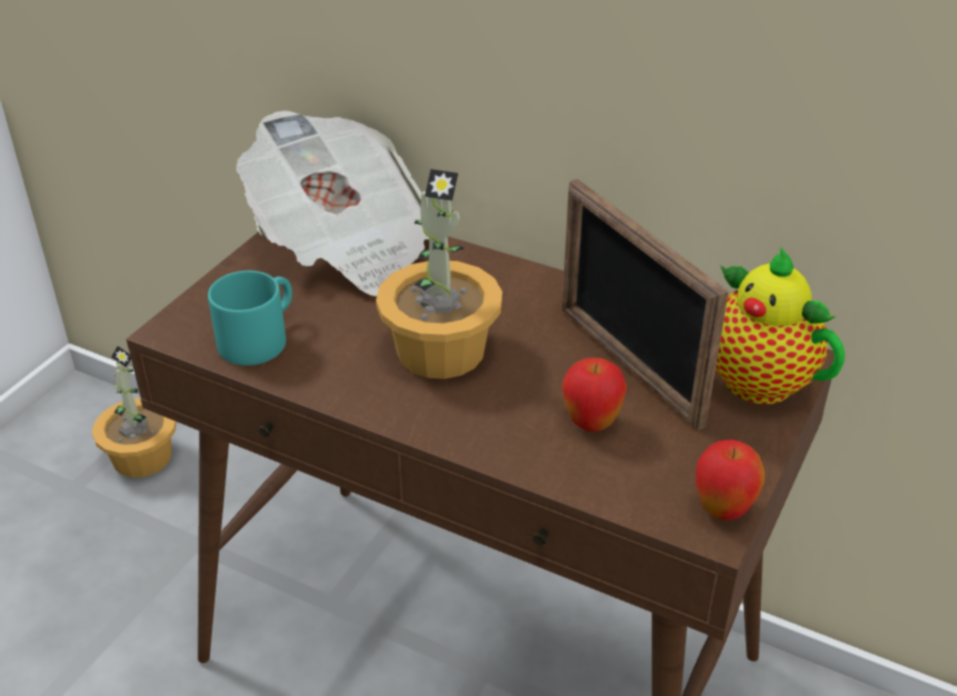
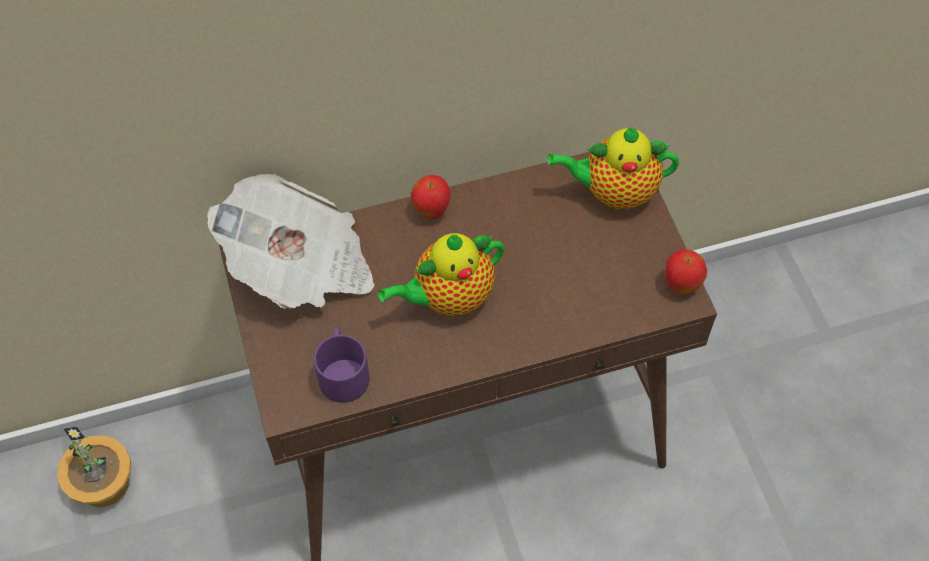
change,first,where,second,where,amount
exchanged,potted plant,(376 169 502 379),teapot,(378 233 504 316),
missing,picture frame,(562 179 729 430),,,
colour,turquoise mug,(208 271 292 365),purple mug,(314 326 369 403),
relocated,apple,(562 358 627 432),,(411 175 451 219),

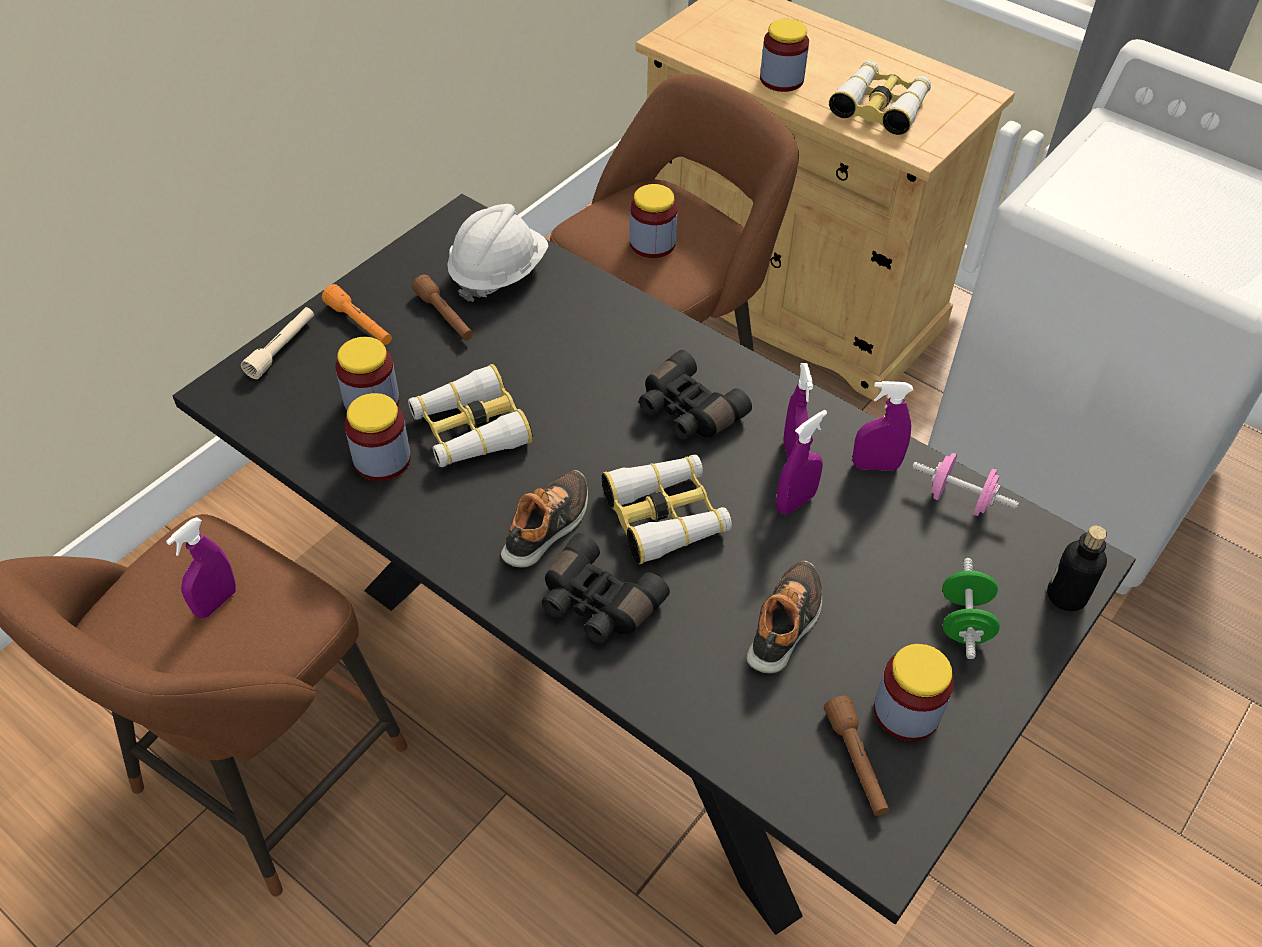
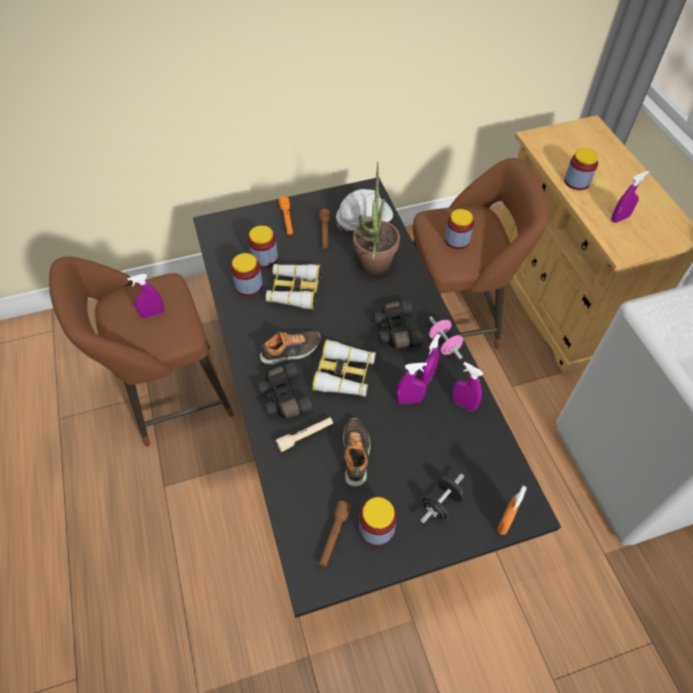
change,first,where,second,where,amount
exchanged,binoculars,(829 61 931 135),purple spray bottle,(611 171 649 223),
relocated,beige flashlight,(241 307 314 379),,(276 417 333 452),
relocated,pink dumbbell,(912 453 1019 516),,(429 316 463 359),
exchanged,bottle,(1047 526 1107 611),orange spray bottle,(497 486 527 535),
colour,green dumbbell,(942 558 1000 659),black dumbbell,(420 474 464 524),
spun,shoe,(747 561 822 674),,(343 418 371 487),60 degrees counterclockwise
appeared,,,potted plant,(353 161 400 276),

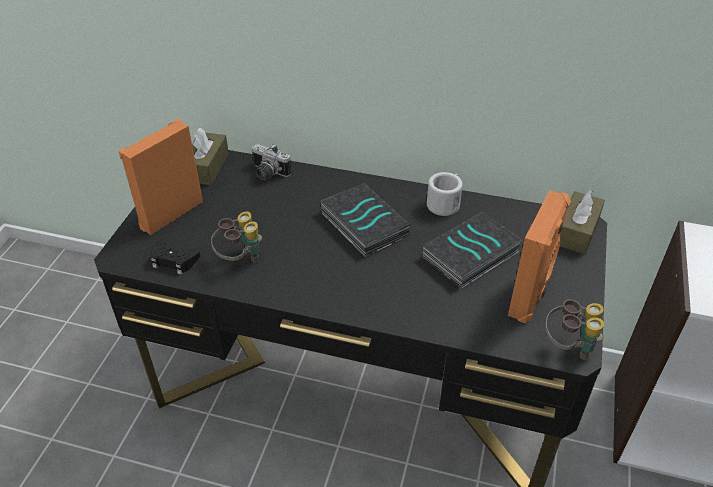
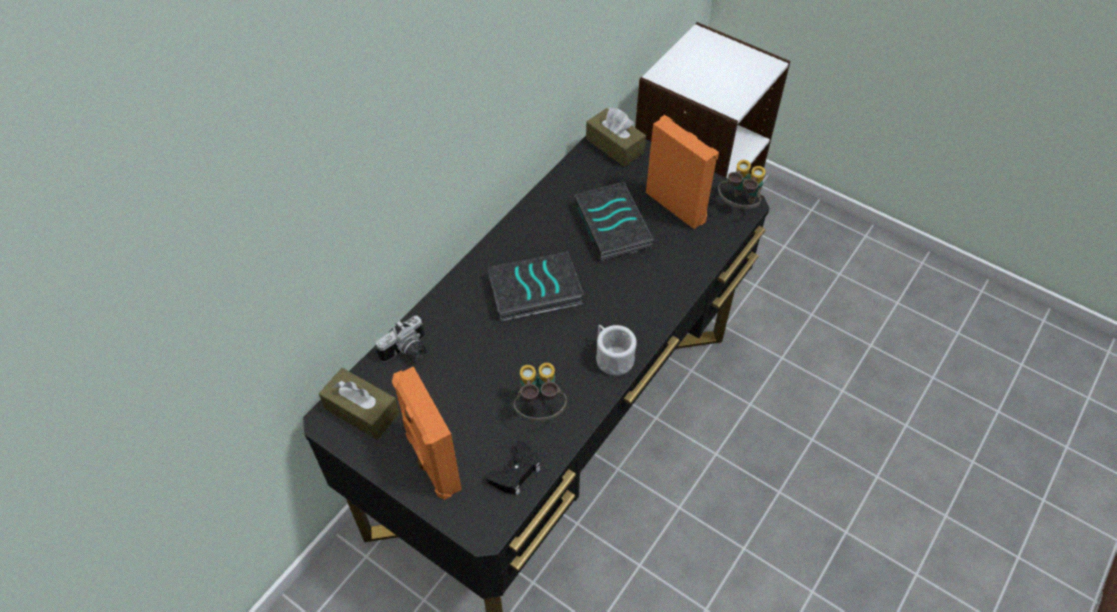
change,first,where,second,where,amount
relocated,white mug,(427 172 463 216),,(596 325 637 376),

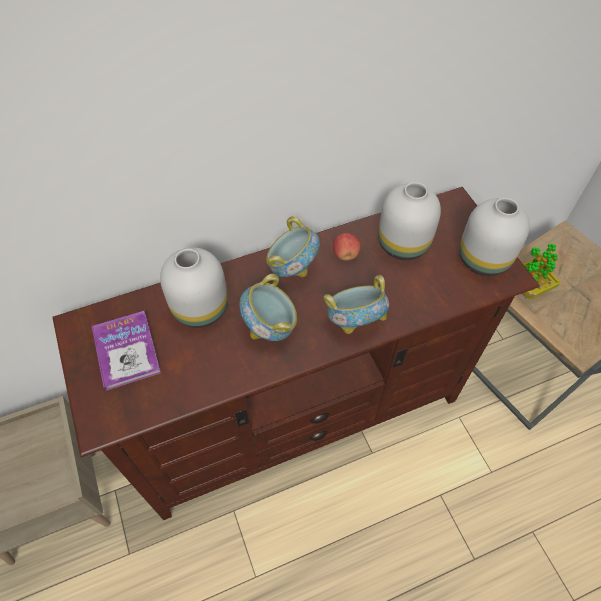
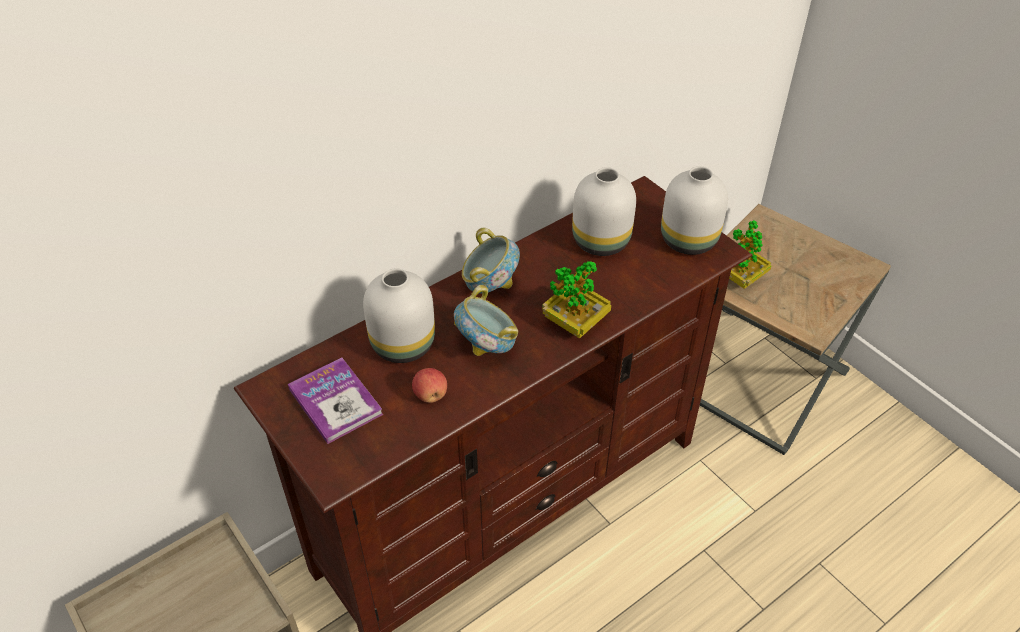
change,first,where,second,where,amount
relocated,apple,(333 233 361 261),,(412 368 447 403),
exchanged,bowl,(323 275 389 334),potted plant,(542 261 611 339),

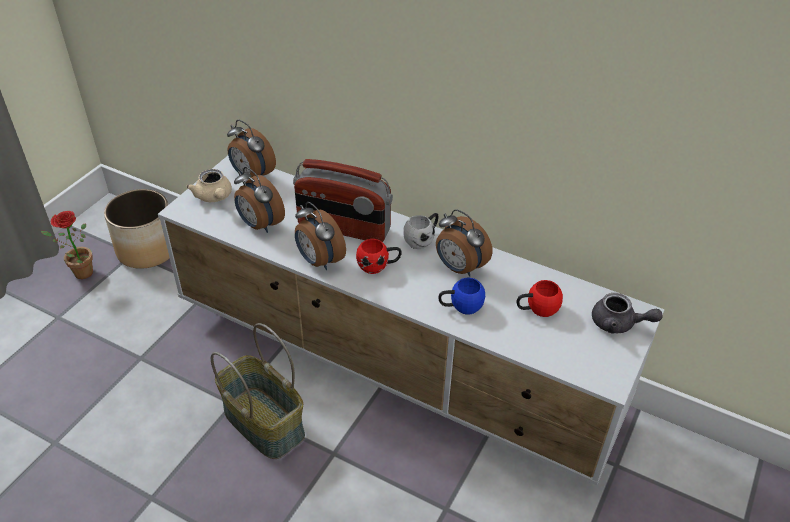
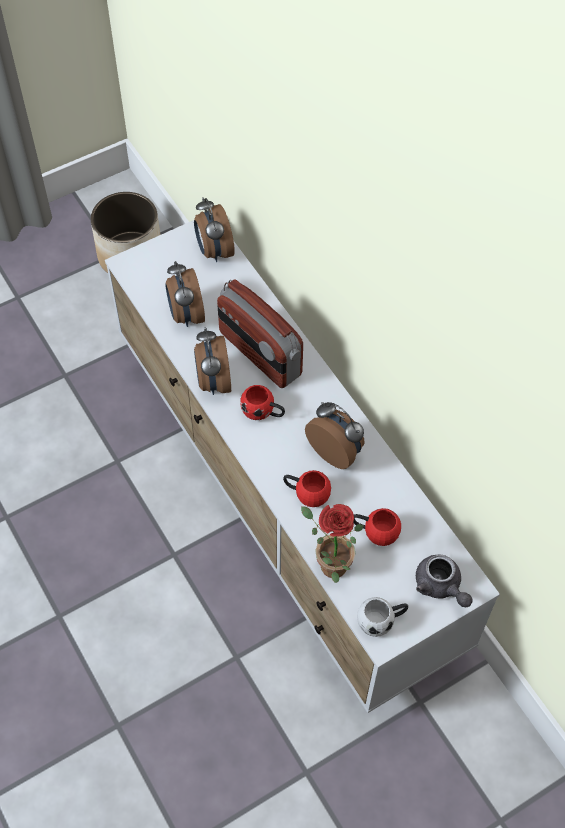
change,first,where,second,where,amount
missing,beige teapot,(186 169 232 202),,,
spun,alarm clock,(436 209 492 276),,(305 402 364 469),150 degrees clockwise
relocated,potted plant,(41 211 93 279),,(301 504 363 583),
relocated,white mug,(403 213 438 249),,(357 597 408 637),
colour,blue mug,(438 278 485 315),red mug,(283 470 331 507),
missing,basket,(211 323 305 459),,,

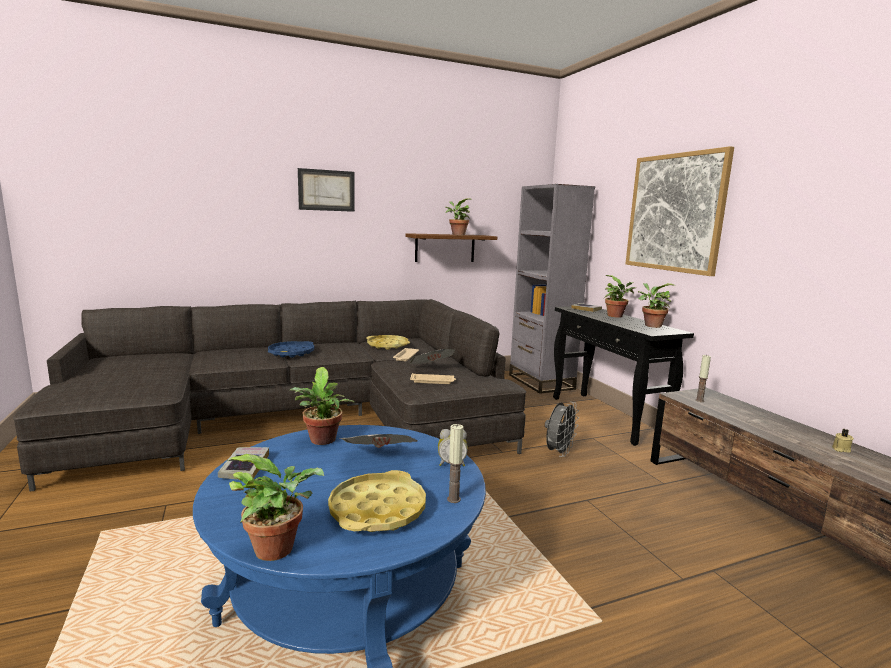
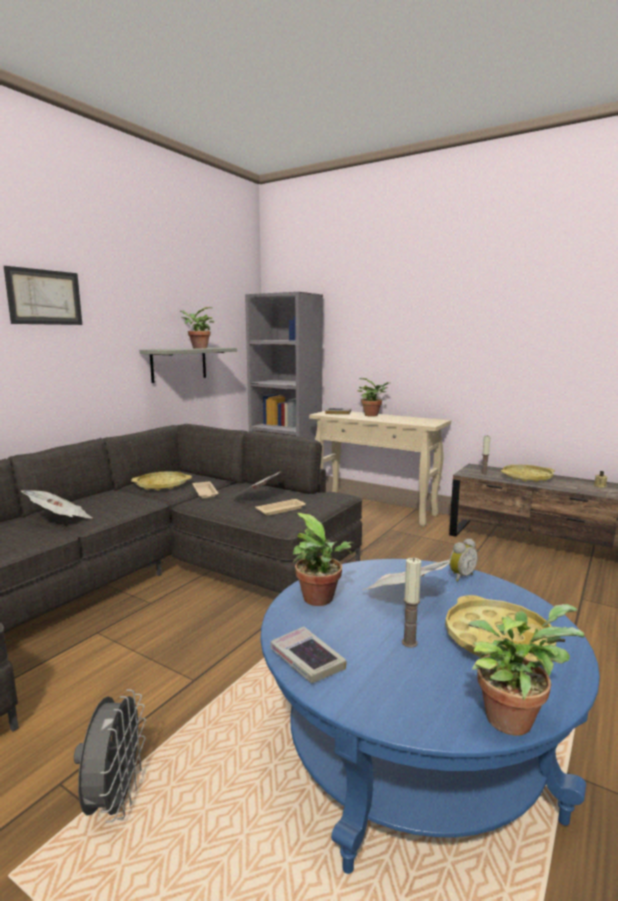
change,first,where,second,where,amount
missing,picture,(625 146 734 276),,,
colour,brown shelf,(405 233 497 262),grey shelf,(139 347 237 383),
missing,potted plant,(638 283 674 328),,,
colour,black console table,(553 306 694 446),beige console table,(309 411 451 527),
exchanged,blue tray,(268 341 314 358),newspaper,(21 490 92 518),
relocated,grey fan,(545 402 579 457),,(74 689 146 823),
relocated,candle,(447 424 463 503),,(402 558 421 648),
appeared,,,yellow tray,(501 465 555 482),

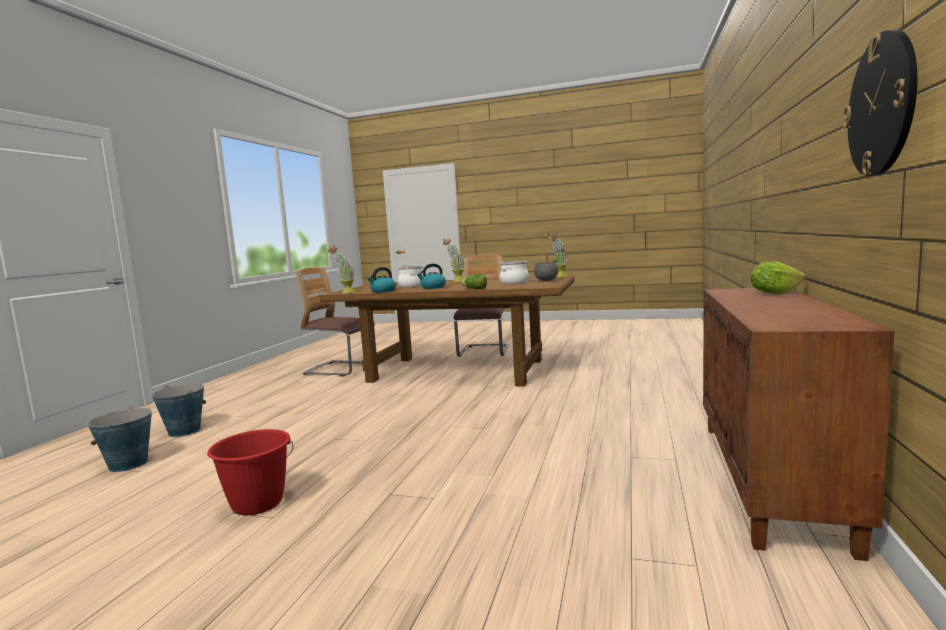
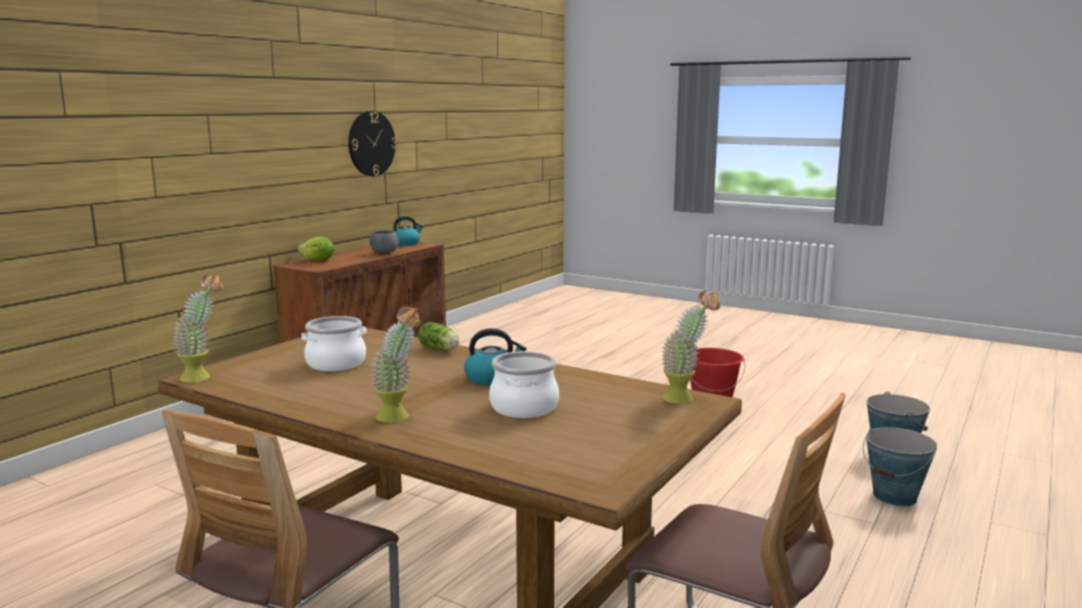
change,first,where,second,where,amount
relocated,grey bowl,(534 263 558 281),,(369 230 399 254),
relocated,kettle,(367 267 396 293),,(393 216 423 246),

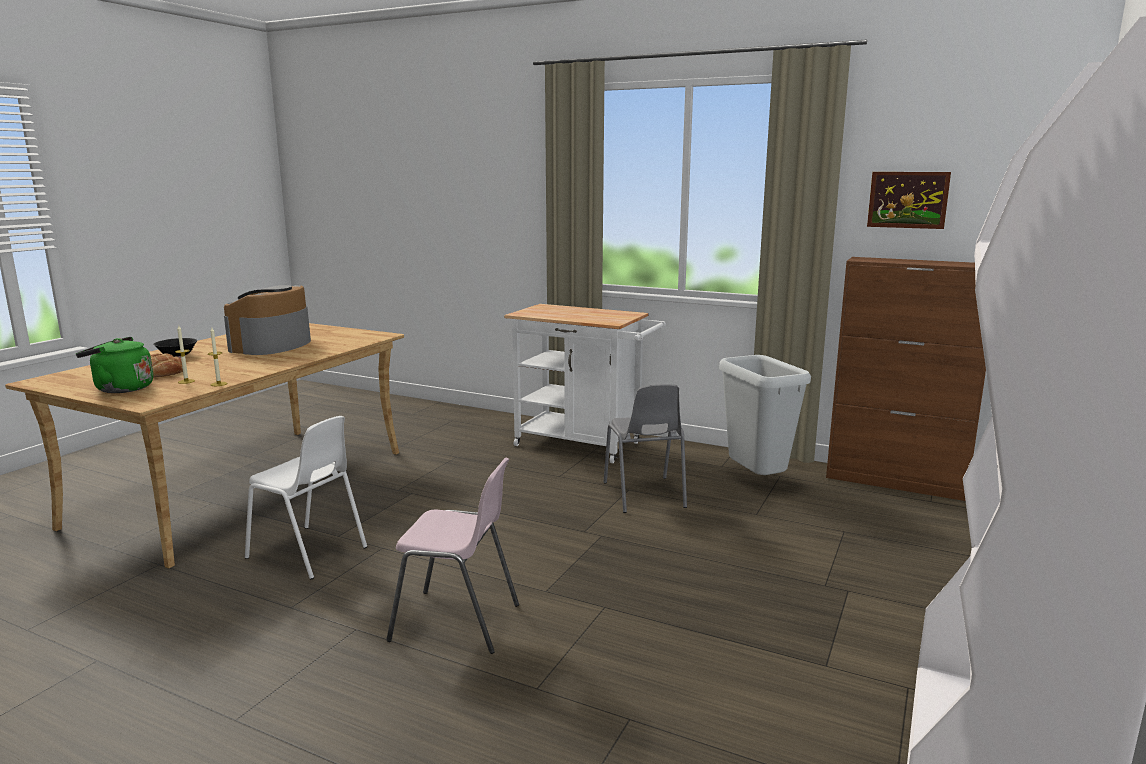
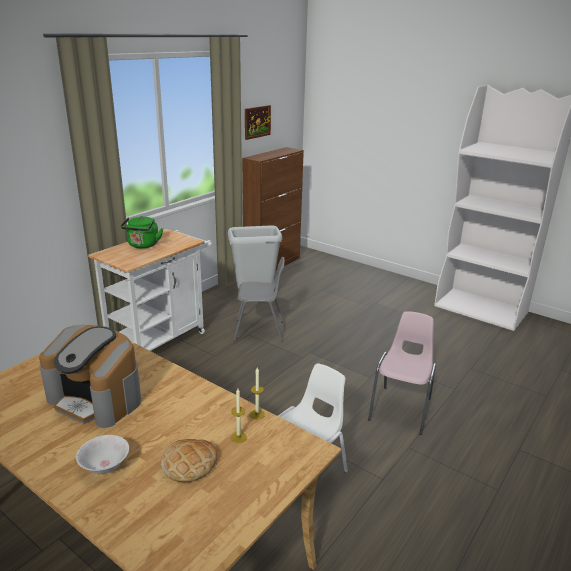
change,first,where,second,where,amount
relocated,green kettle,(76 337 153 393),,(121 216 163 248),
colour,black bowl,(153 338 197 358),white bowl,(76 435 129 474),

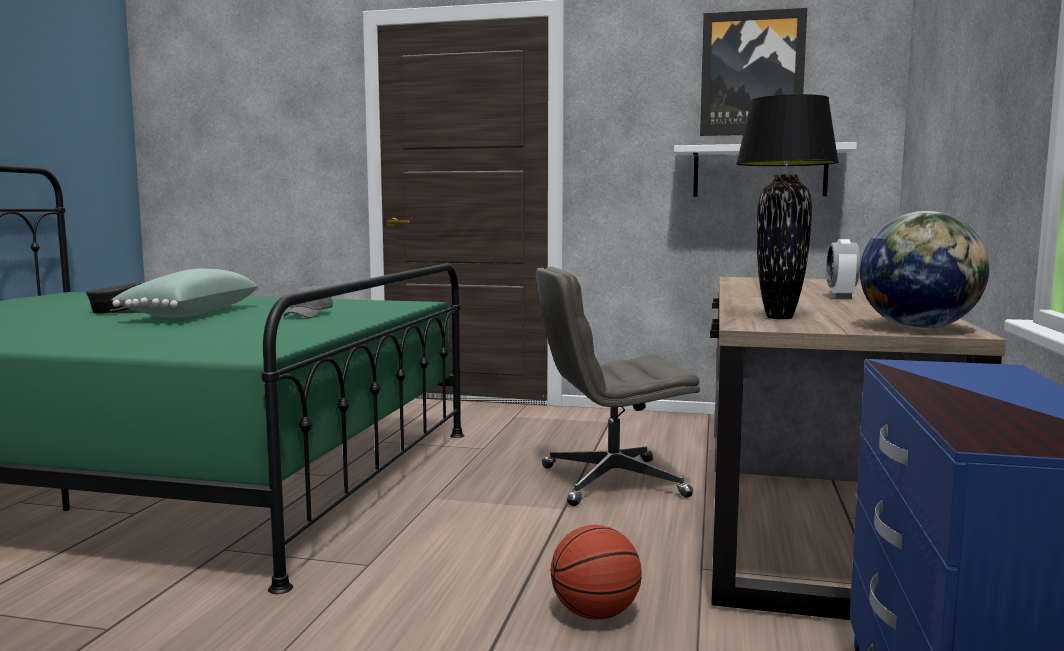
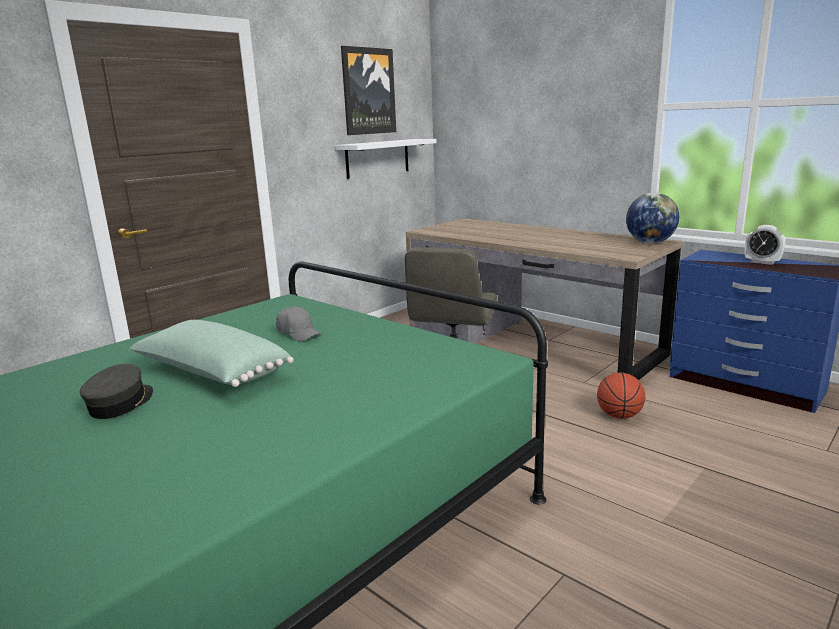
change,first,where,second,where,amount
missing,black table lamp,(736 94 839 319),,,
relocated,alarm clock,(826 239 860 299),,(745 225 785 265),

